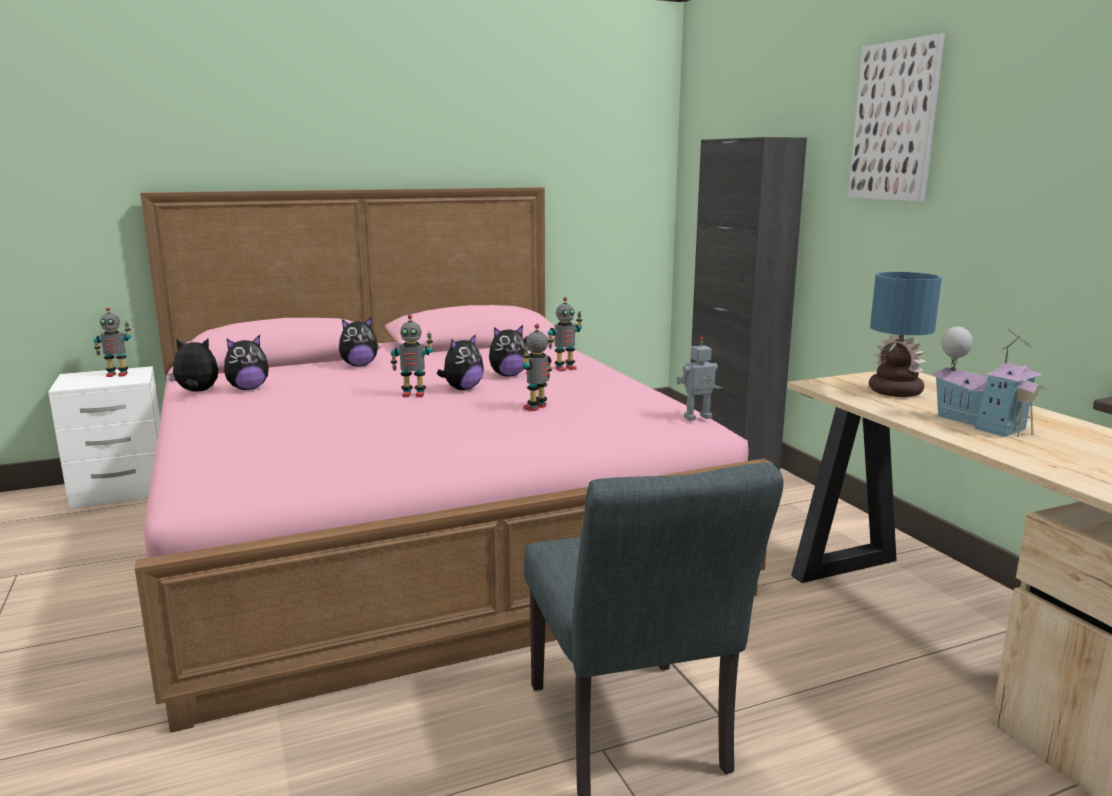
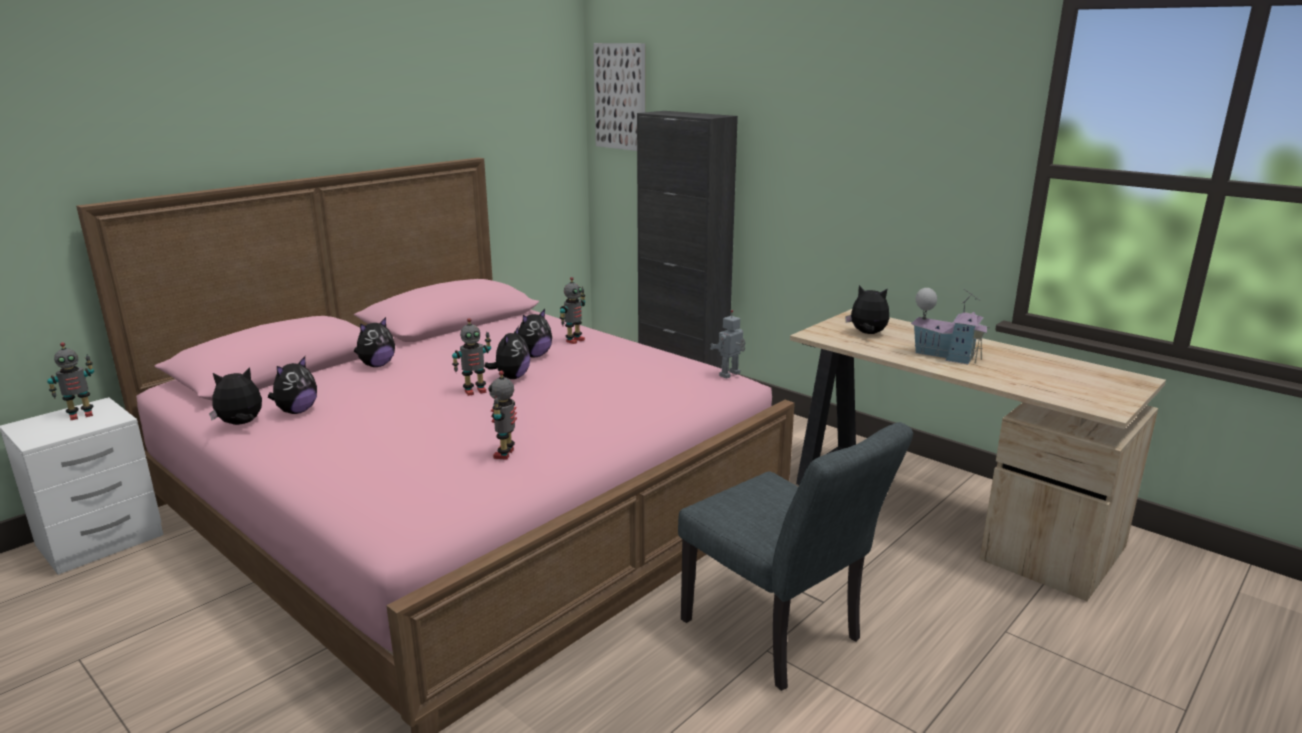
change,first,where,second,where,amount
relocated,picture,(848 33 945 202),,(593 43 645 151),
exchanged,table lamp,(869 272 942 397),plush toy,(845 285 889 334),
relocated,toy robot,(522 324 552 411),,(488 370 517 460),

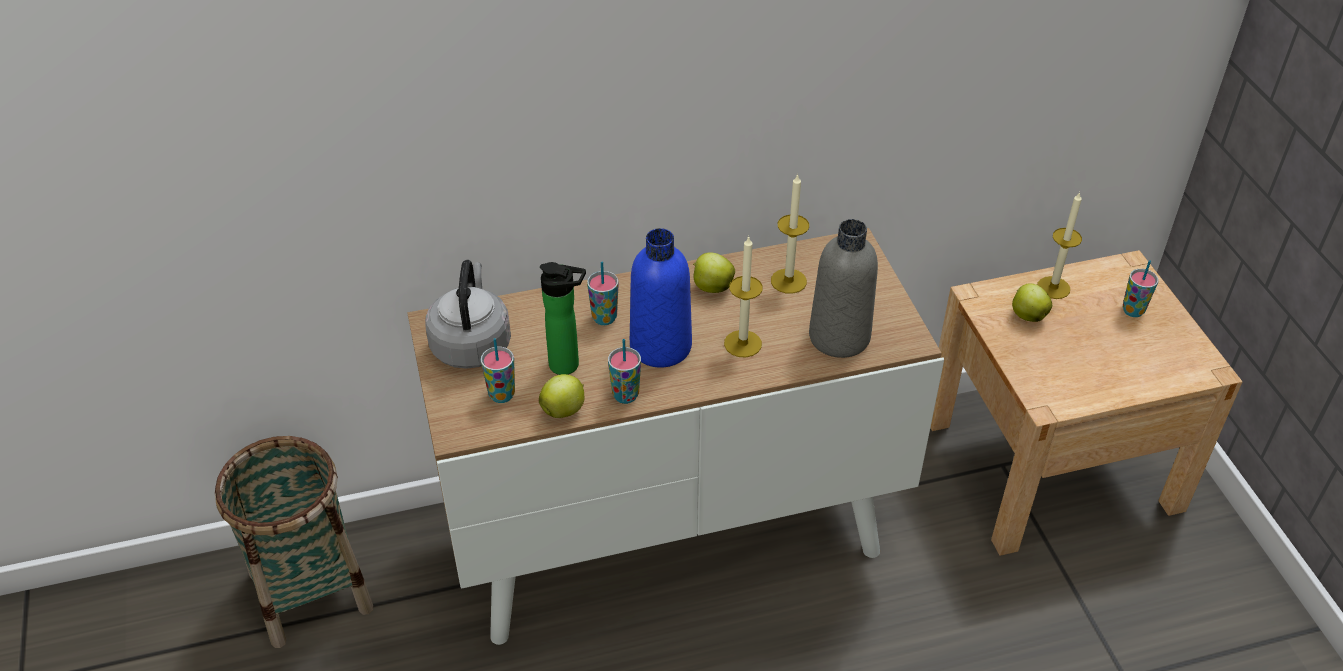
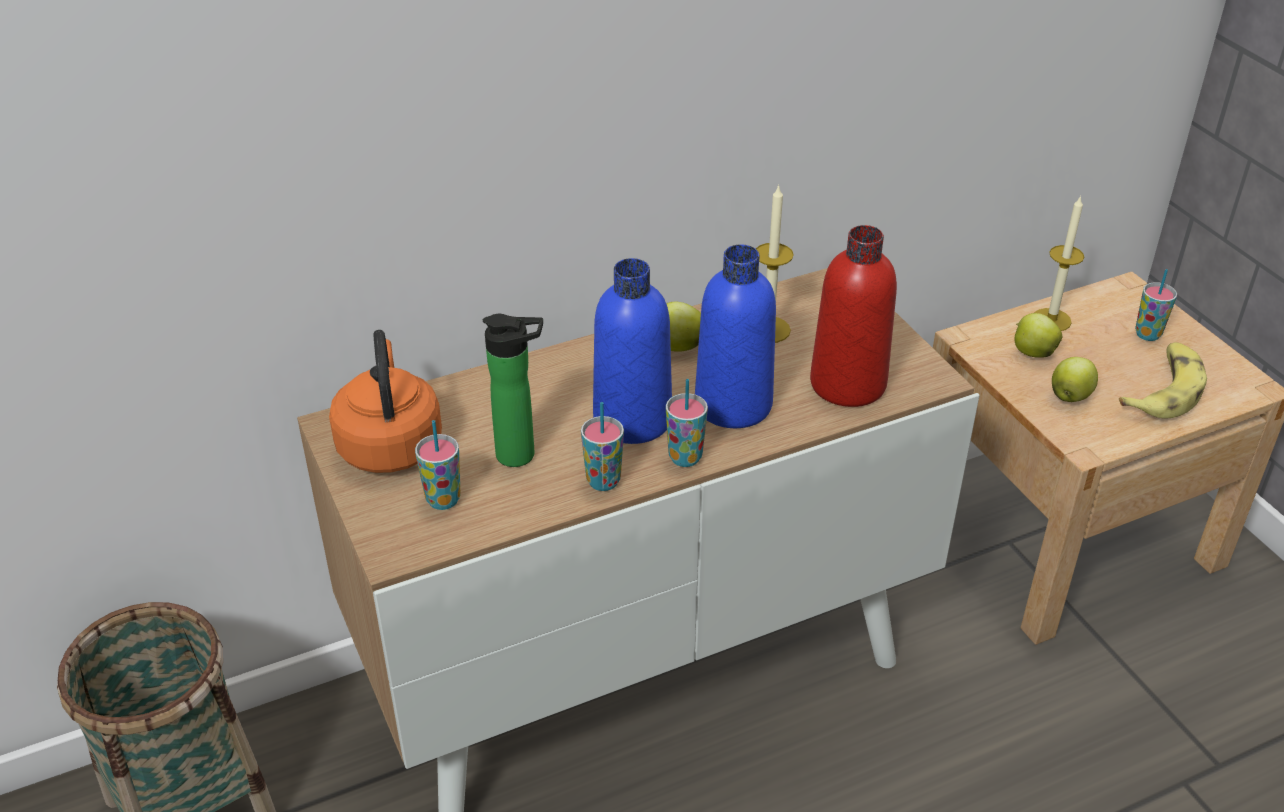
change,first,where,second,where,amount
colour,grey bottle,(809 219 878 358),red bottle,(810 225 897 407),
exchanged,candle,(724 236 763 358),blue bottle,(695 244 776 428),
colour,grey kettle,(425 260 511 369),orange kettle,(329 330 442 473),
relocated,cup,(587 262 619 325),,(666 379 708 467),
relocated,apple,(539 374 585 418),,(1052 357 1098 402),
appeared,,,banana,(1119 342 1207 418),

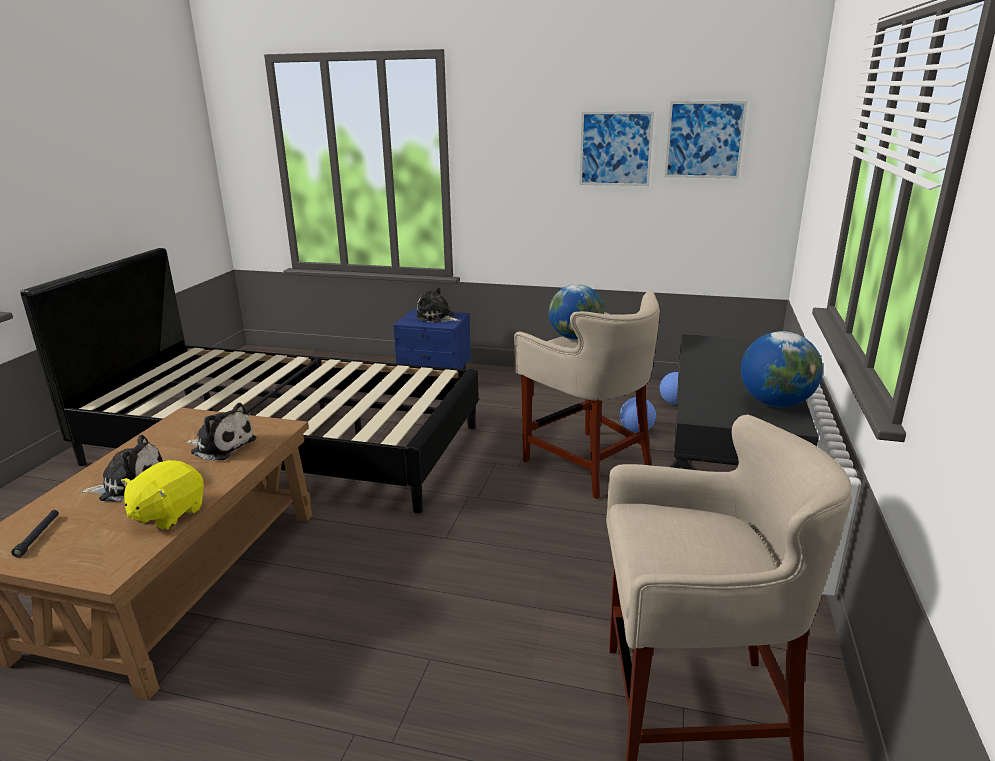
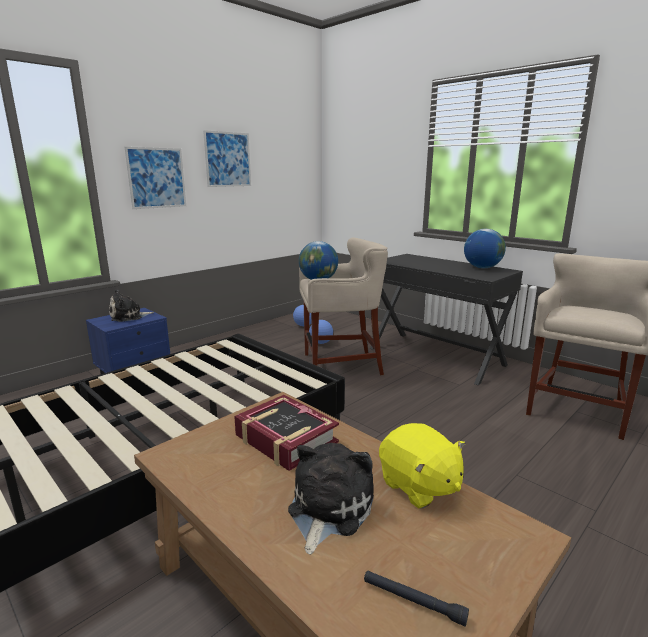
change,first,where,second,where,amount
relocated,picture,(665 101 748 178),,(125 147 186 209),
exchanged,plush toy,(186 403 256 460),book,(234 395 339 471),

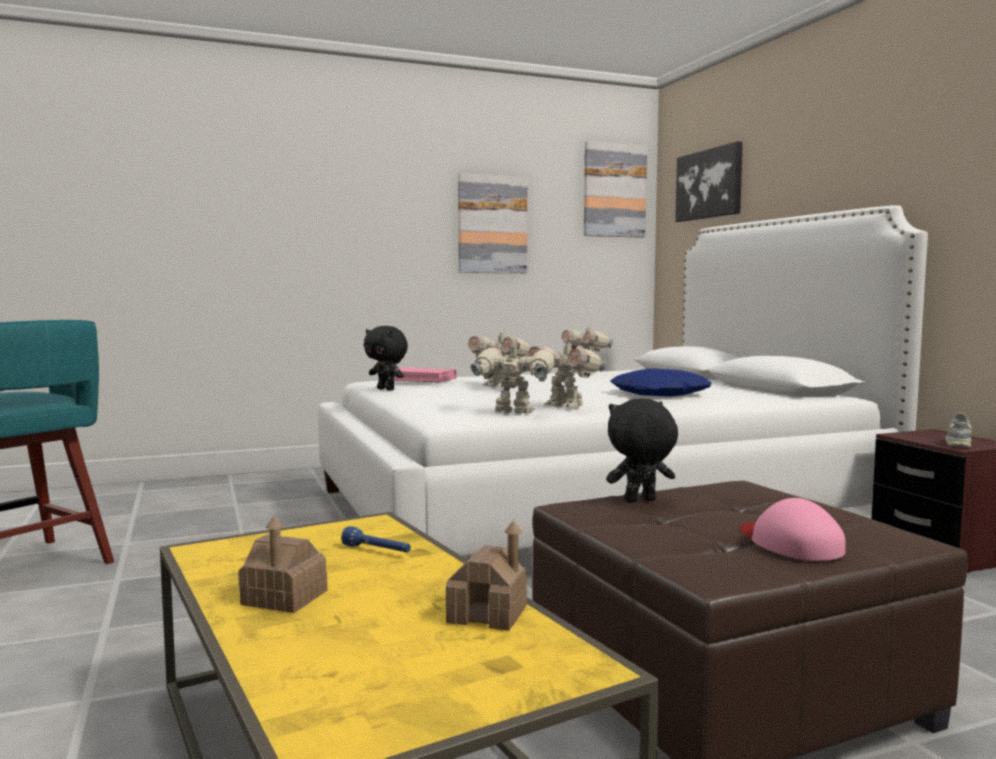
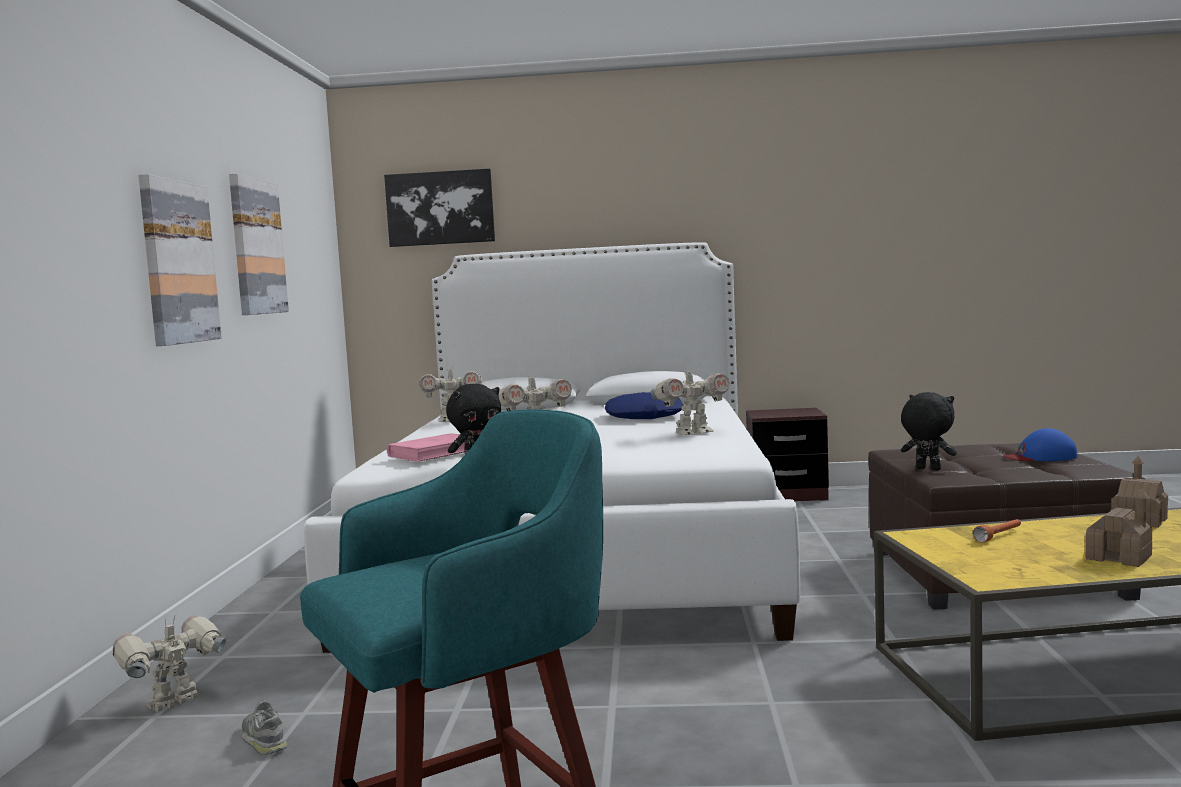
change,first,where,second,where,amount
relocated,picture,(584 141 647 238),,(138 174 222 346),
relocated,toy robot,(471 338 555 413),,(113 615 226 712),
spun,black plush toy,(607 399 678 503),,(901 392 957 470),120 degrees clockwise
relocated,grey shoe,(945 413 972 447),,(242 700 288 755),
colour,pink cap,(740 498 846 561),blue cap,(1003 428 1078 461),
colour,blue flashlight,(341 526 411 552),orange flashlight,(973 519 1021 543),

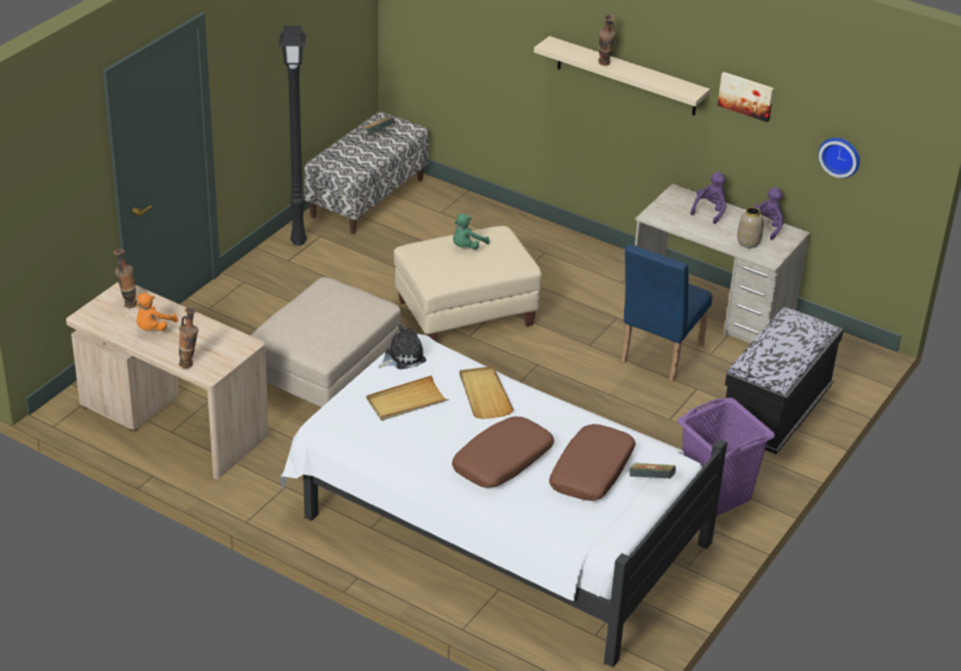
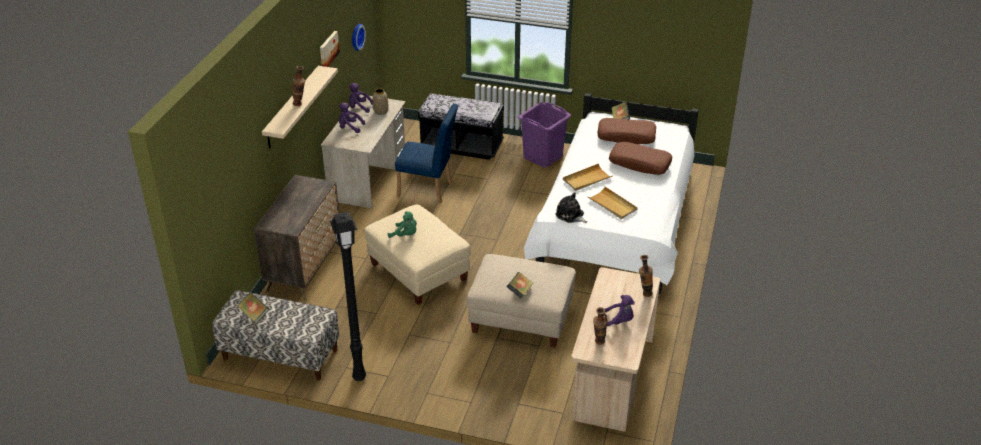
change,first,where,second,where,amount
colour,orange plush toy,(136 293 178 331),purple plush toy,(605 295 635 326),
appeared,,,dresser,(254 175 340 301),
appeared,,,book,(507 272 533 299),

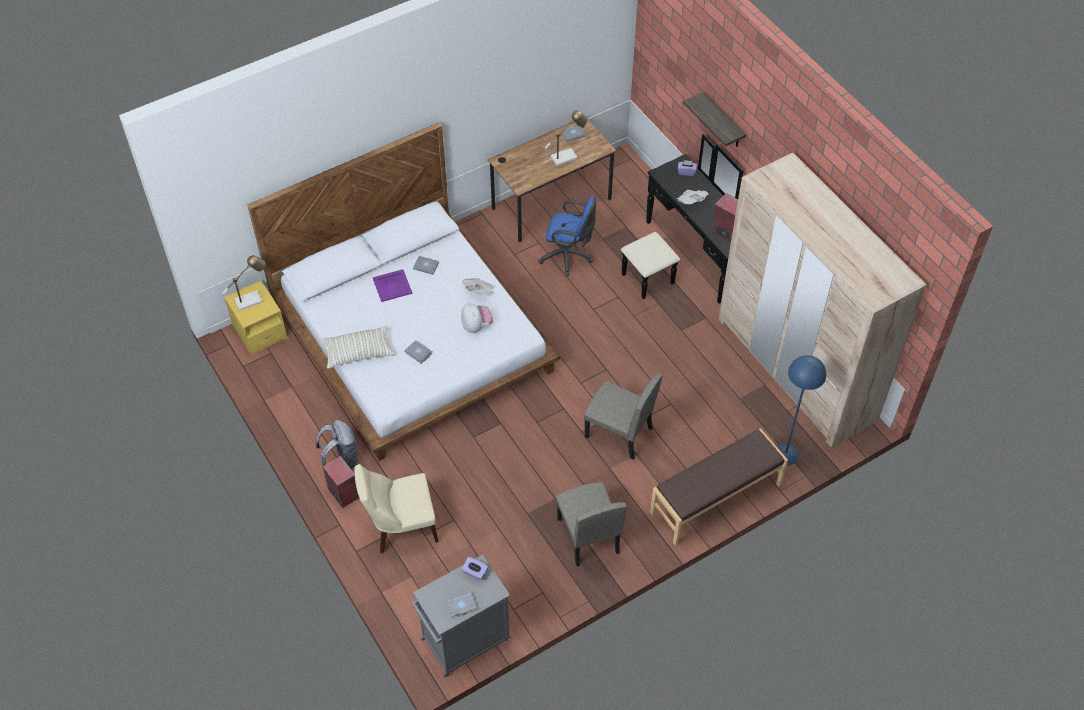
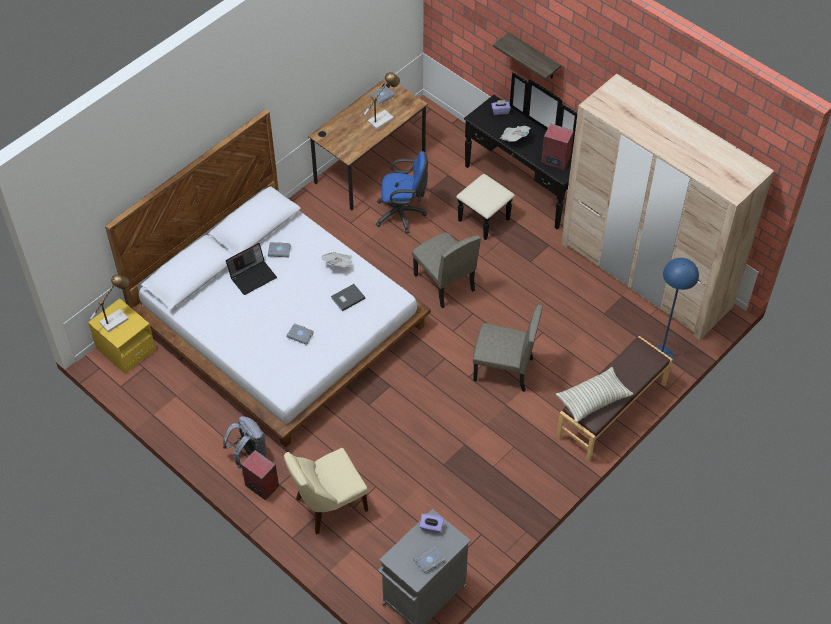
change,first,where,second,where,amount
exchanged,purple tray,(373 269 412 302),laptop,(226 243 277 295),
exchanged,plush toy,(461 303 493 333),grey book,(331 284 365 311),
relocated,pillow,(322 326 395 369),,(556 367 633 423),
relocated,beige chair,(556 482 627 566),,(412 232 481 309),

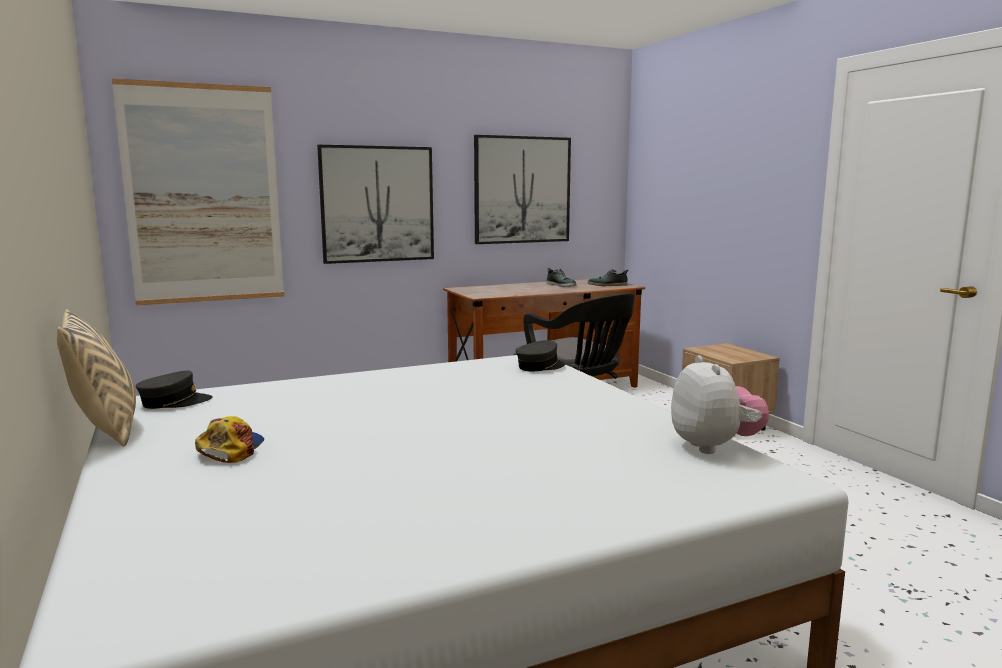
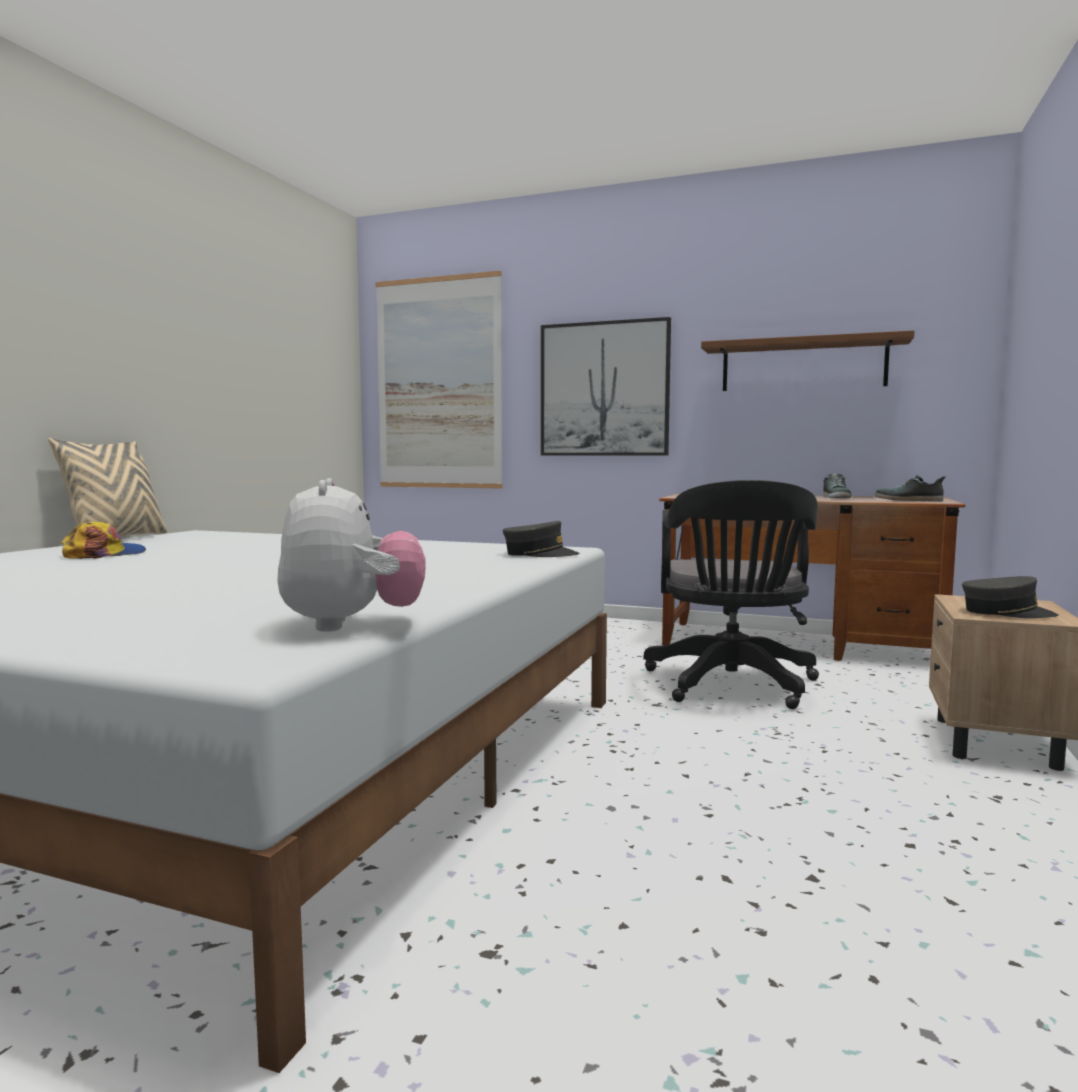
change,first,where,second,where,amount
exchanged,picture,(474 135 571 244),brown shelf,(701 330 915 391),
spun,plush toy,(671 355 769 454),,(277 478 426 632),45 degrees counterclockwise
relocated,grey cap,(136 371 213 409),,(962 576 1058 618),

